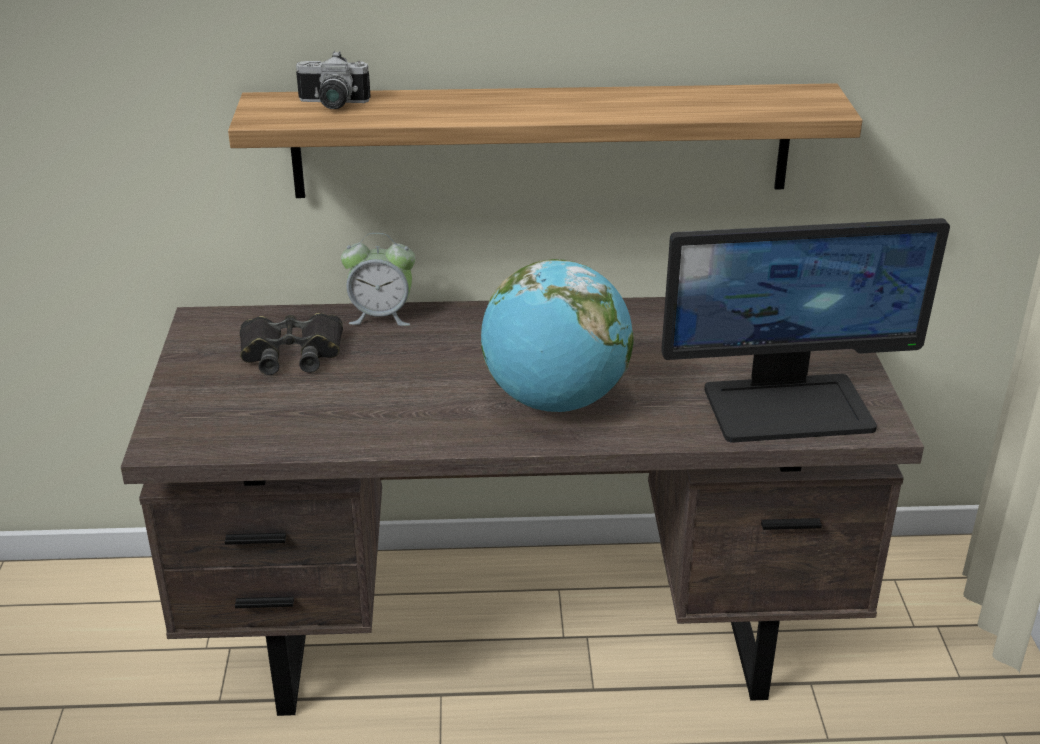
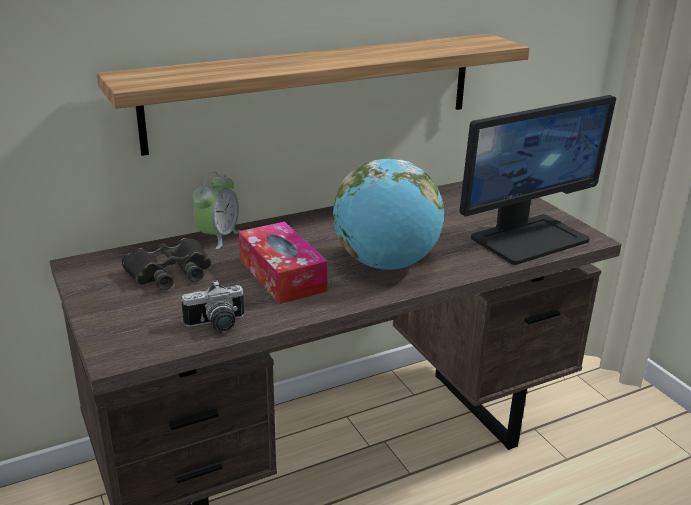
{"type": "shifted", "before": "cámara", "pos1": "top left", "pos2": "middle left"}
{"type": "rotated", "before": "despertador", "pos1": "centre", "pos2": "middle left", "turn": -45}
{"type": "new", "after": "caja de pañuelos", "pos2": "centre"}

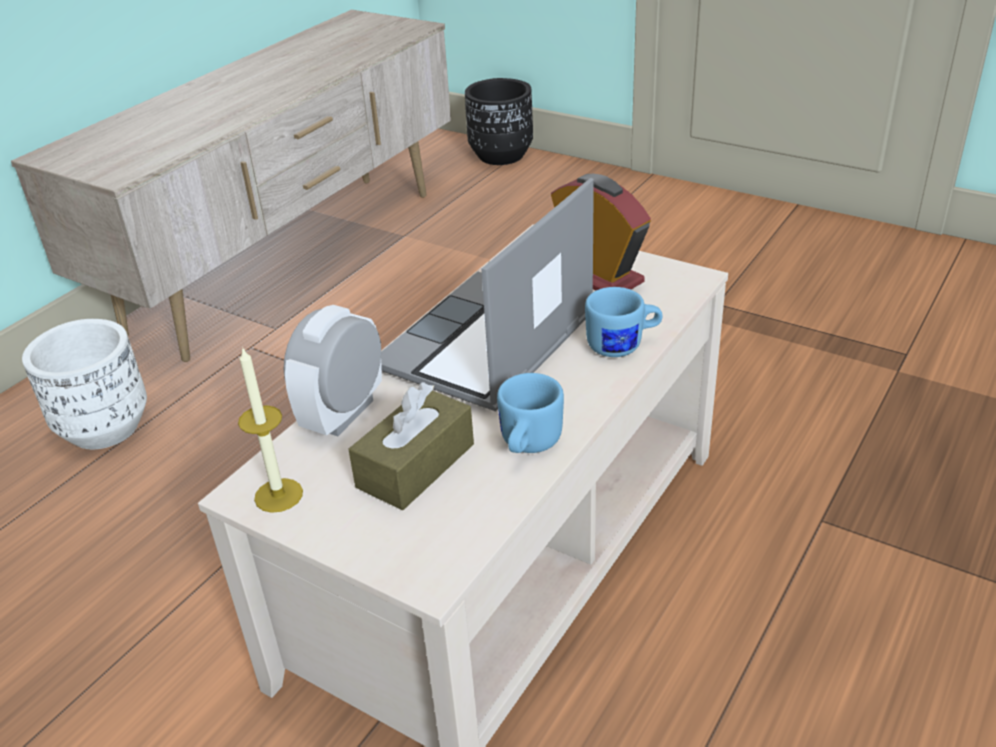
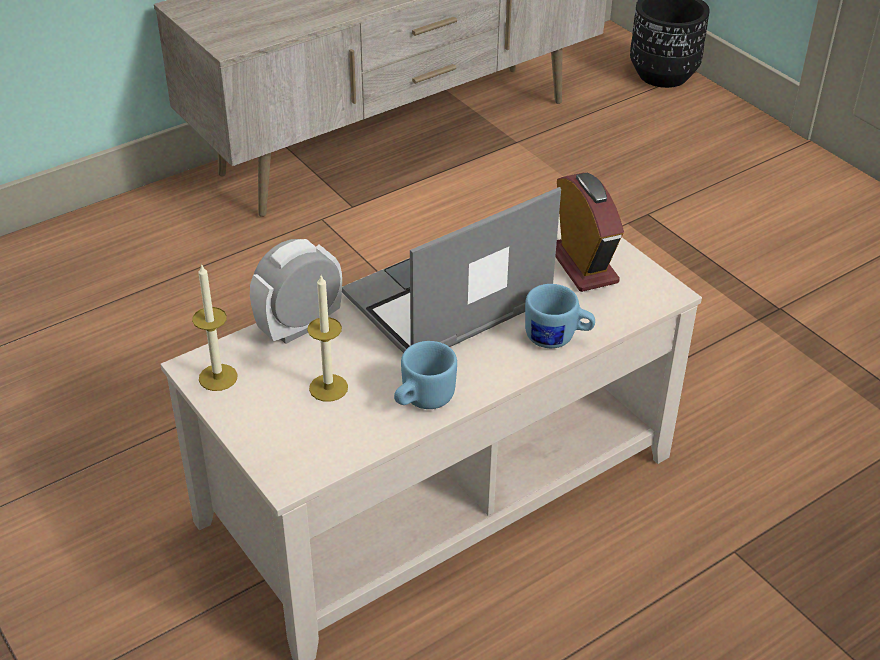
{"type": "gone", "before": "maceta/blanco", "pos1": "middle left"}
{"type": "swapped", "before": "caja de pañuelos/marrón", "after": "vela (no. 2 from left)", "pos1": "centre", "pos2": "centre"}

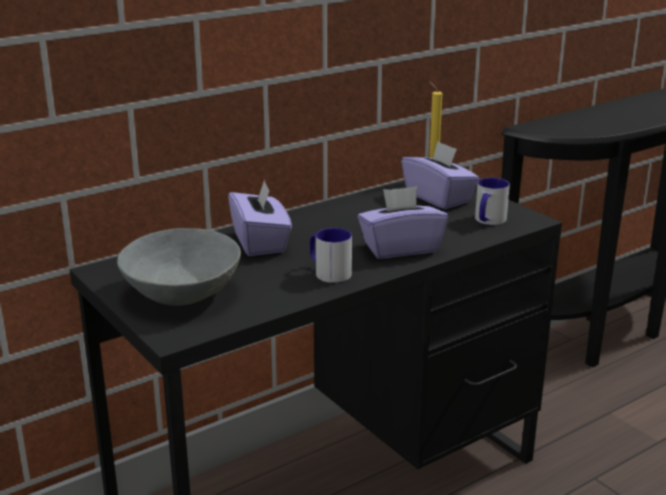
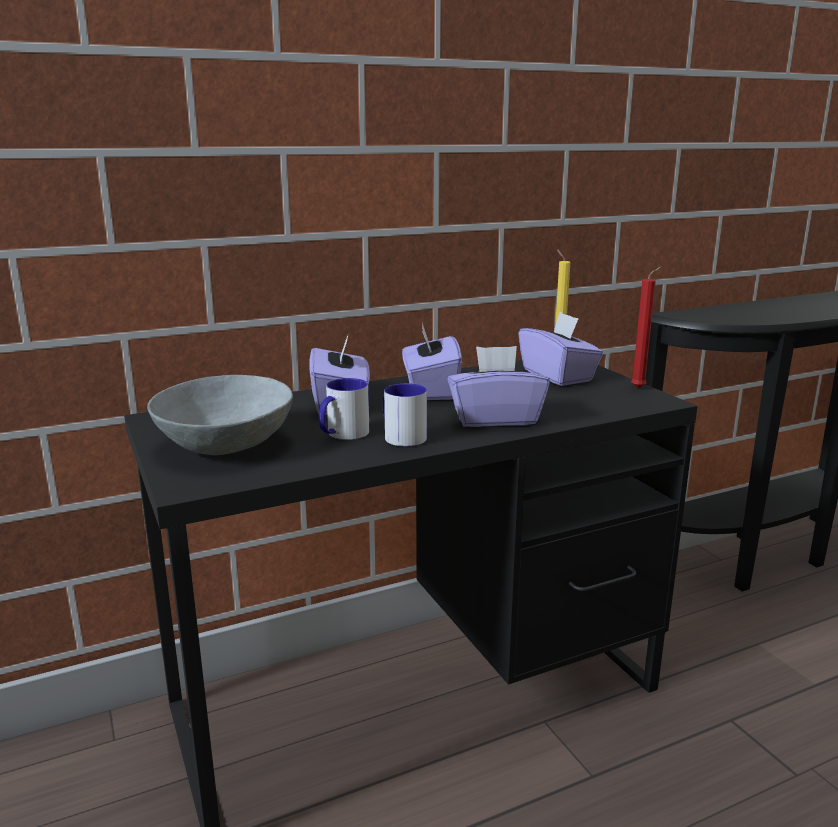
{"type": "shifted", "before": "taza grande (no. 2 from left in the first image)", "after": "taza grande (no. 1 from left)", "pos1": "middle right", "pos2": "centre"}
{"type": "new", "after": "caja de pañuelos/morado (no. 2 from left)", "pos2": "centre"}
{"type": "new", "after": "vela/rojo", "pos2": "middle right"}

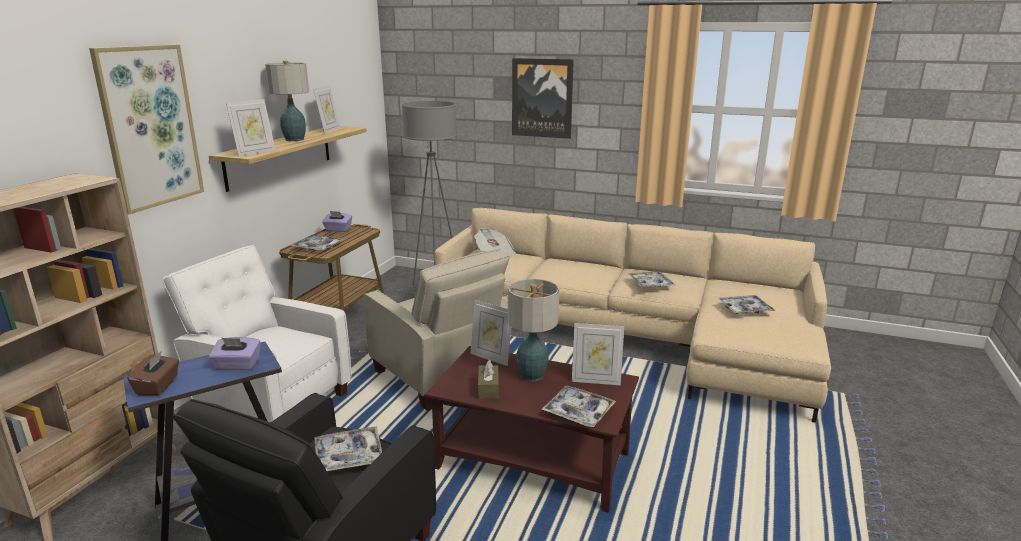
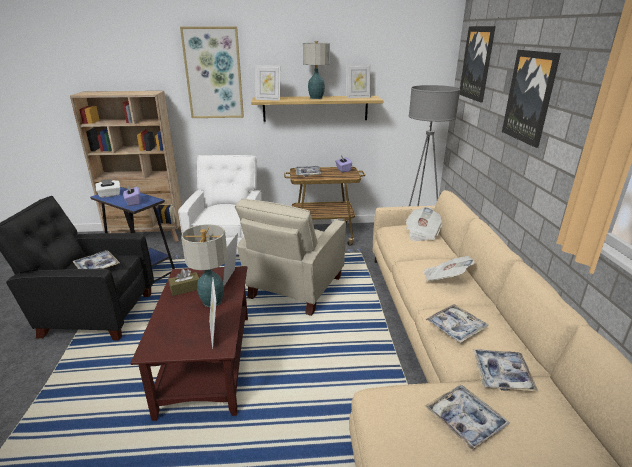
{"type": "repainted", "before": "caja de pañuelos/marrón (no. 1 from left)", "after": "caja de pañuelos/blanco", "pos1": "bottom left", "pos2": "middle left"}
{"type": "shifted", "before": "bandeja (no. 3 from left in the first image)", "after": "bandeja (no. 5 from left)", "pos1": "bottom centre", "pos2": "bottom right"}
{"type": "new", "after": "periódico (no. 2 from left)", "pos2": "middle right"}
{"type": "new", "after": "cuadro (no. 2 from left)", "pos2": "top right"}

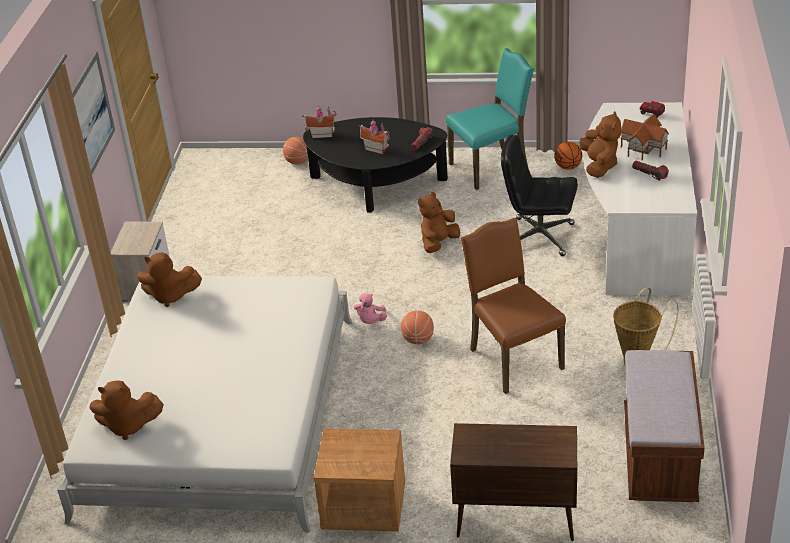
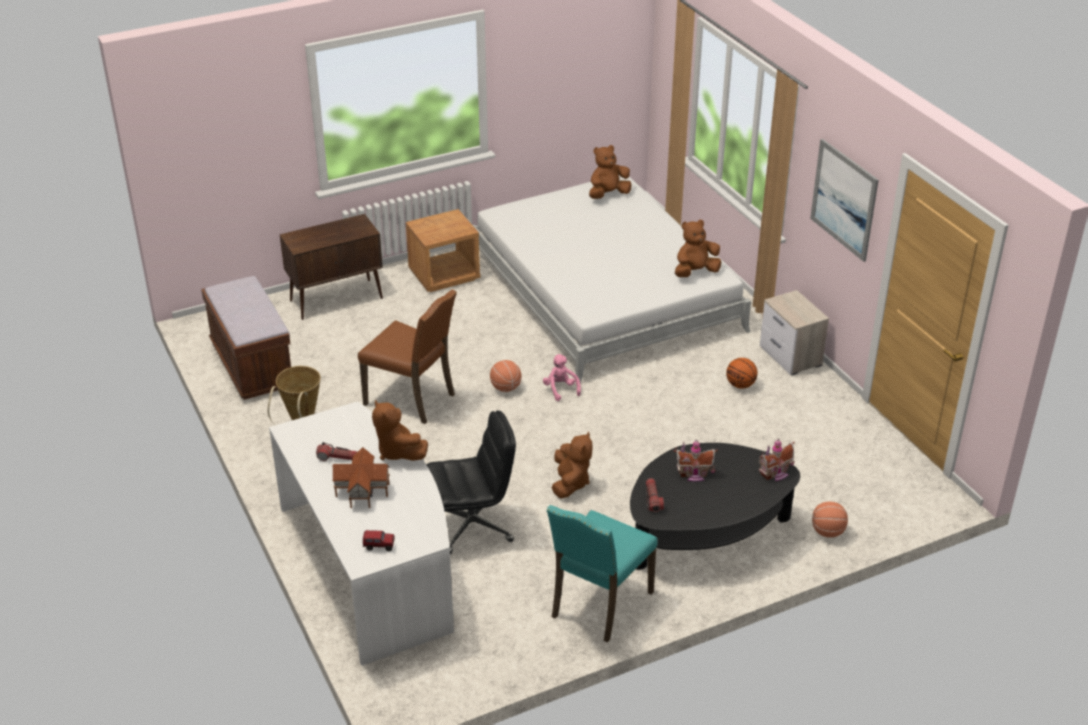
{"type": "shifted", "before": "balón de baloncesto (no. 3 from left in the first image)", "after": "balón de baloncesto (no. 2 from left)", "pos1": "top right", "pos2": "middle right"}

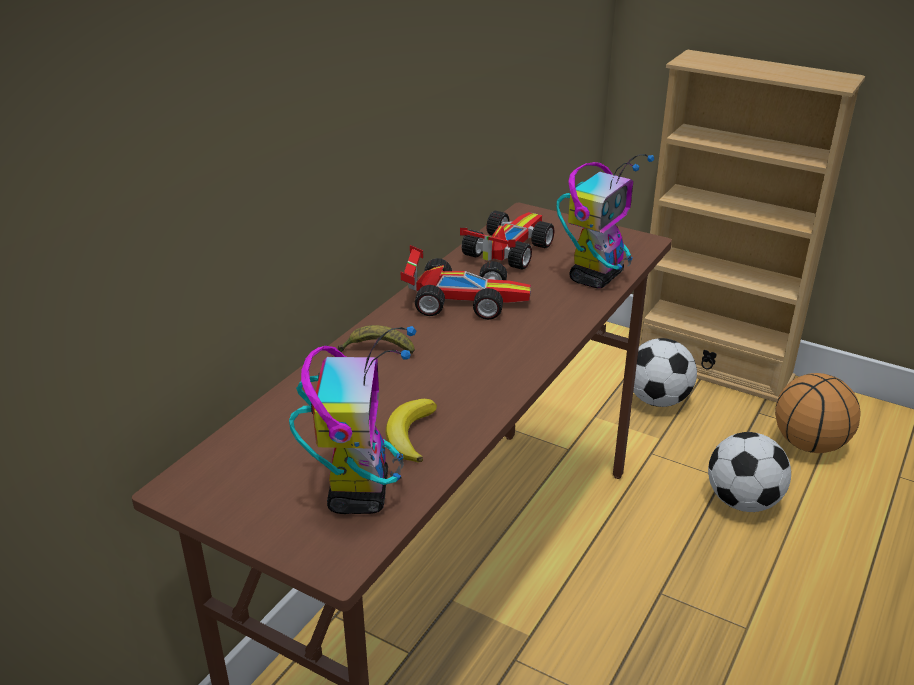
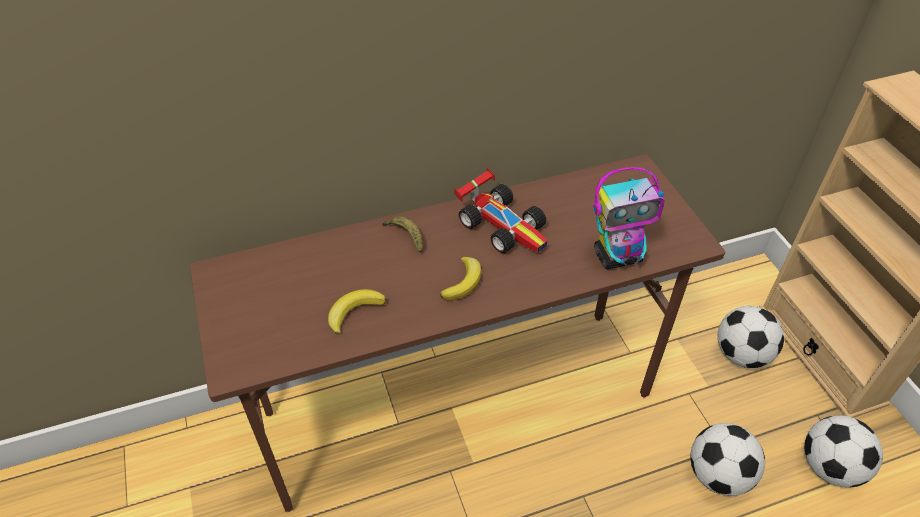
{"type": "gone", "before": "robot de juguete (no. 1 from left)", "pos1": "centre"}
{"type": "gone", "before": "coche de juguete (no. 2 from left)", "pos1": "centre"}
{"type": "swapped", "before": "balón de baloncesto", "after": "balón de fútbol (no. 3 from left)", "pos1": "middle right", "pos2": "bottom right"}
{"type": "new", "after": "plátano (no. 3 from left)", "pos2": "centre"}

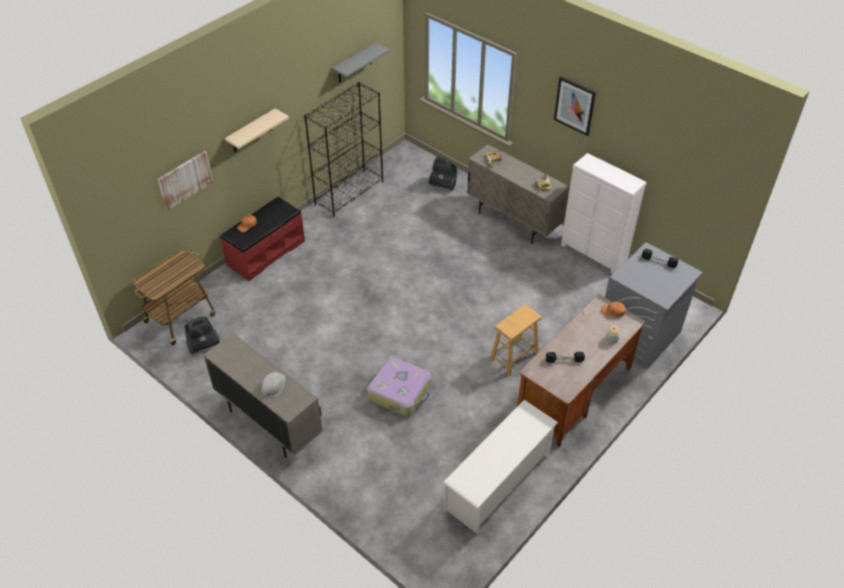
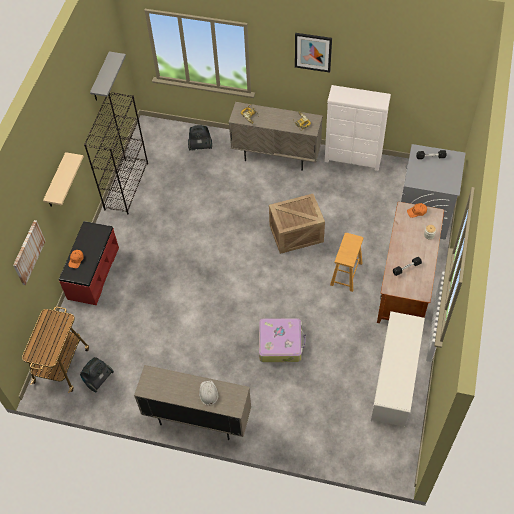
{"type": "new", "after": "caja de embalaje", "pos2": "centre"}

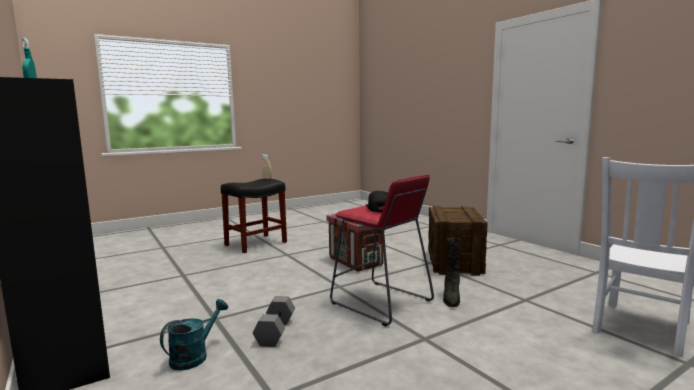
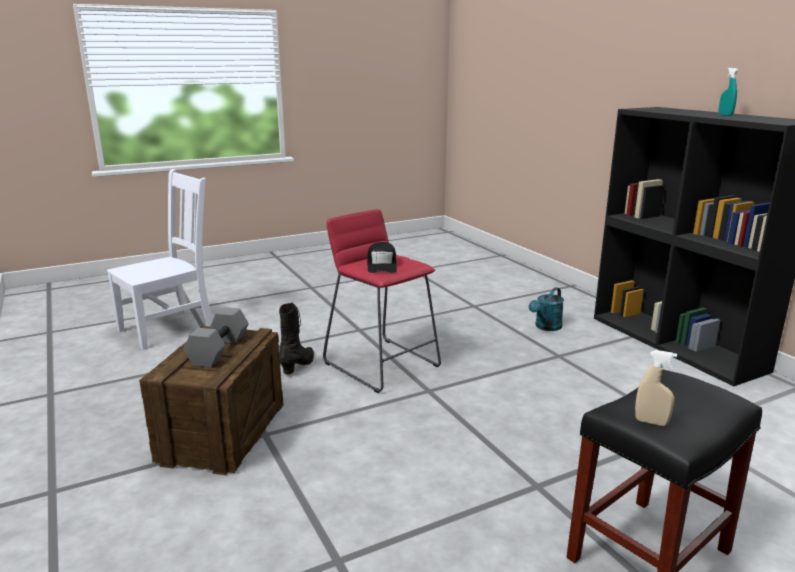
{"type": "shifted", "before": "mancuerna/gris", "pos1": "bottom centre", "pos2": "middle left"}
{"type": "gone", "before": "caja de embalaje (no. 1 from left)", "pos1": "centre"}

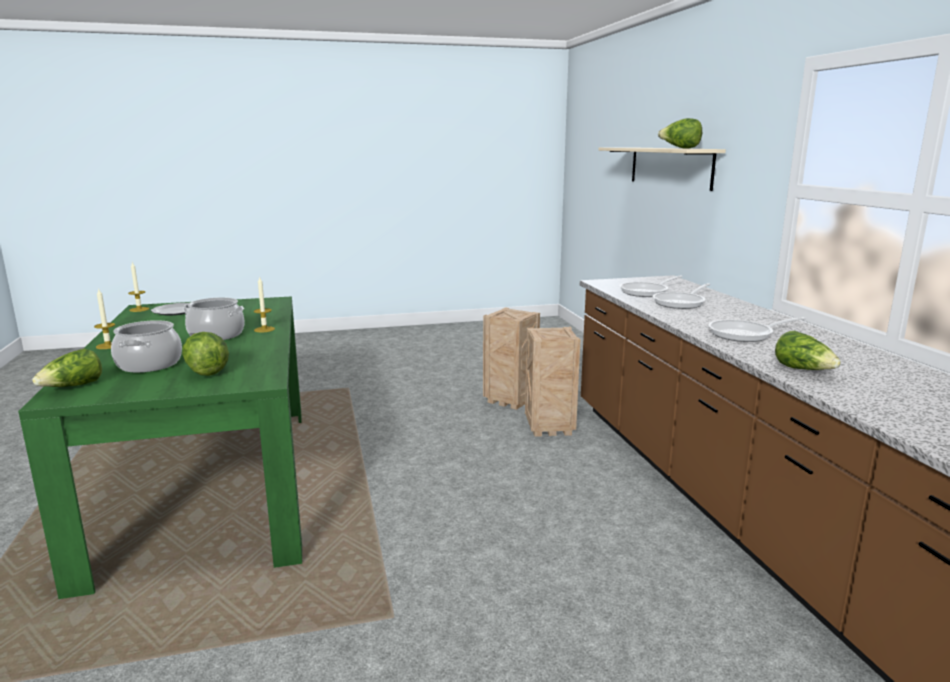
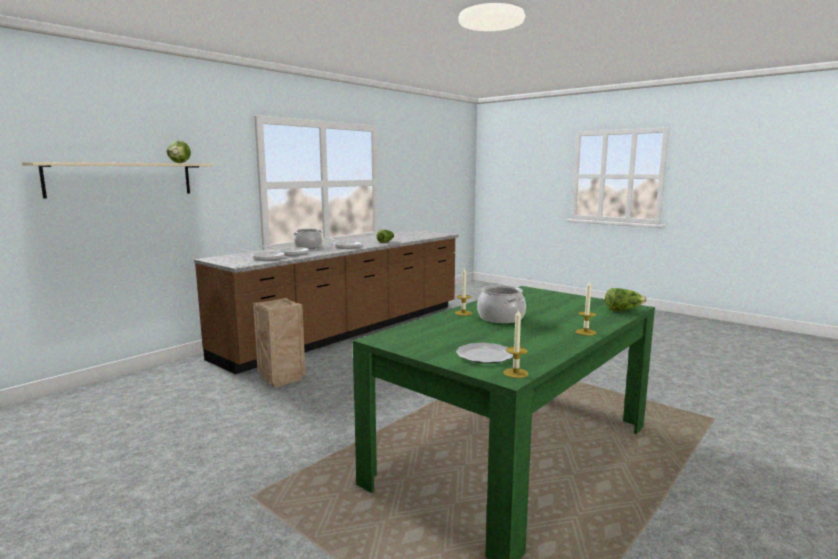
{"type": "shifted", "before": "olla (no. 1 from left)", "pos1": "middle left", "pos2": "centre"}
{"type": "gone", "before": "lechuga (no. 2 from left)", "pos1": "middle left"}
{"type": "gone", "before": "caja de embalaje (no. 1 from left)", "pos1": "centre"}

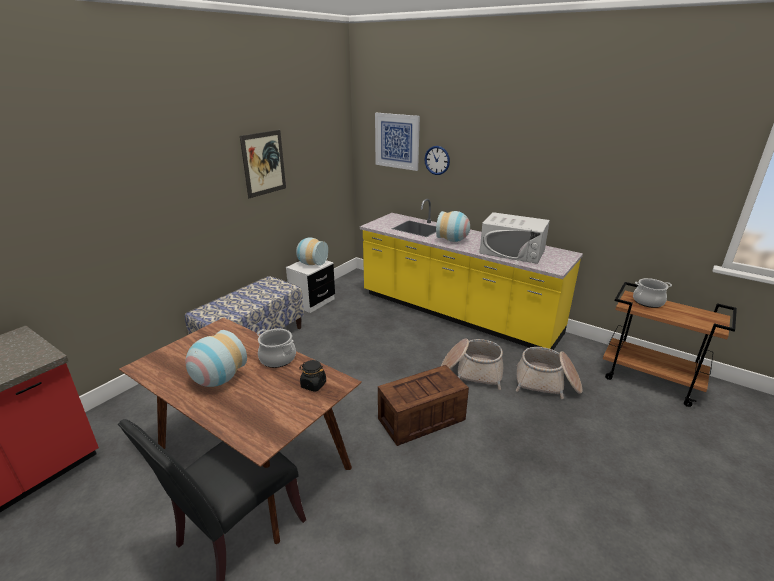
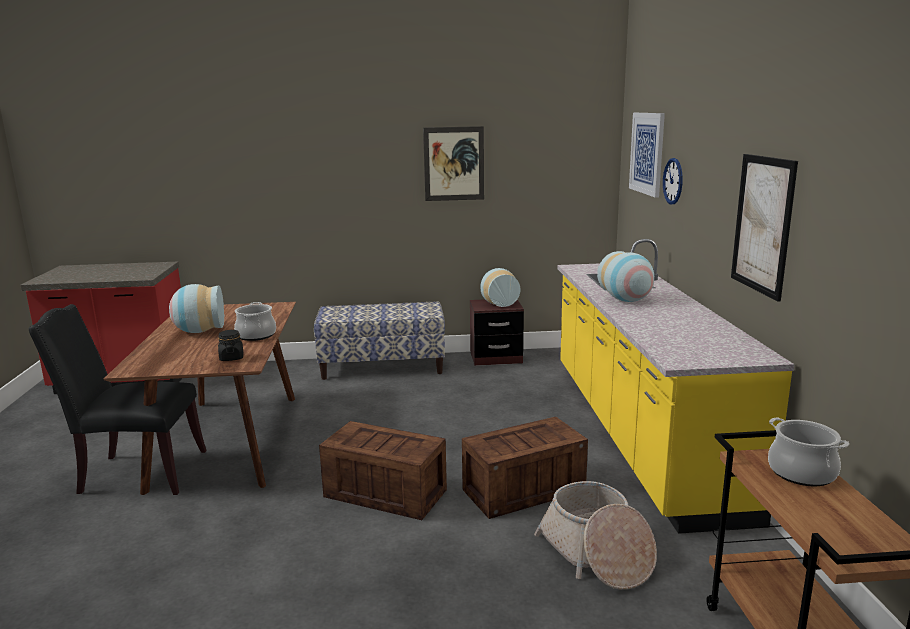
{"type": "repainted", "before": "mesita de noche/blanco", "after": "mesita de noche/marrón", "pos1": "centre", "pos2": "centre"}
{"type": "swapped", "before": "cesta (no. 1 from left)", "after": "caja de embalaje (no. 2 from left)", "pos1": "centre", "pos2": "bottom centre"}
{"type": "gone", "before": "microondas/blanco", "pos1": "centre"}
{"type": "new", "after": "cuadro (no. 3 from left)", "pos2": "middle right"}

